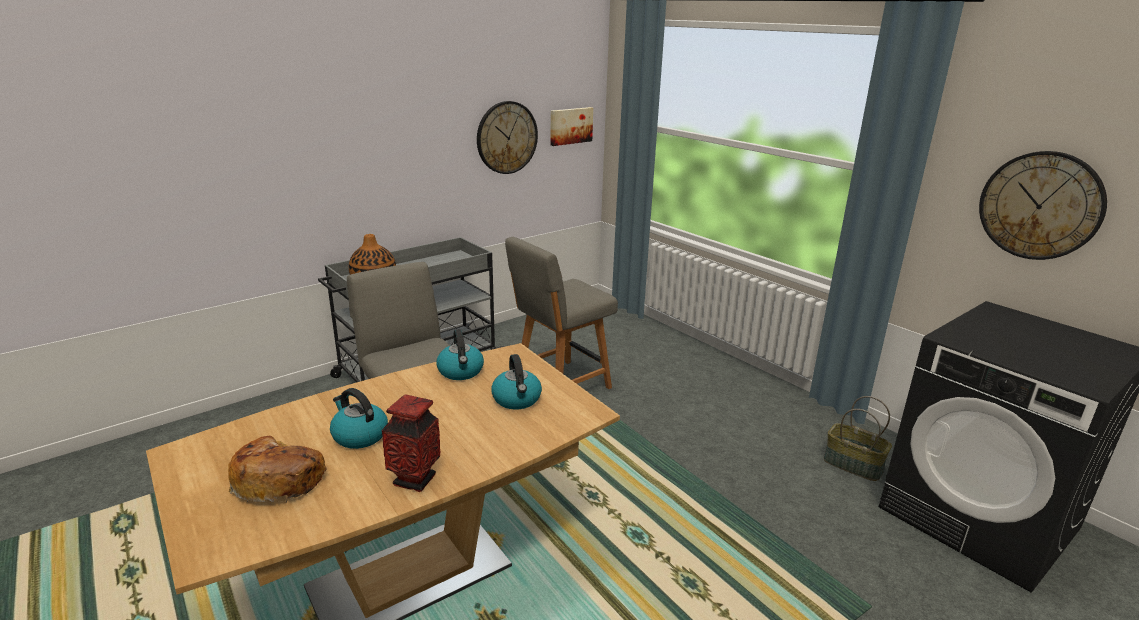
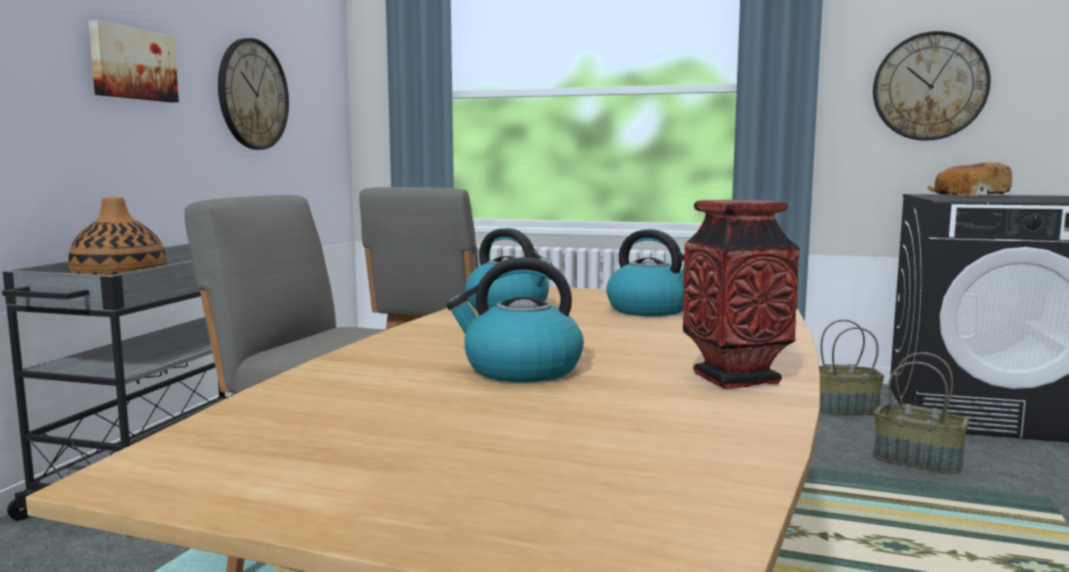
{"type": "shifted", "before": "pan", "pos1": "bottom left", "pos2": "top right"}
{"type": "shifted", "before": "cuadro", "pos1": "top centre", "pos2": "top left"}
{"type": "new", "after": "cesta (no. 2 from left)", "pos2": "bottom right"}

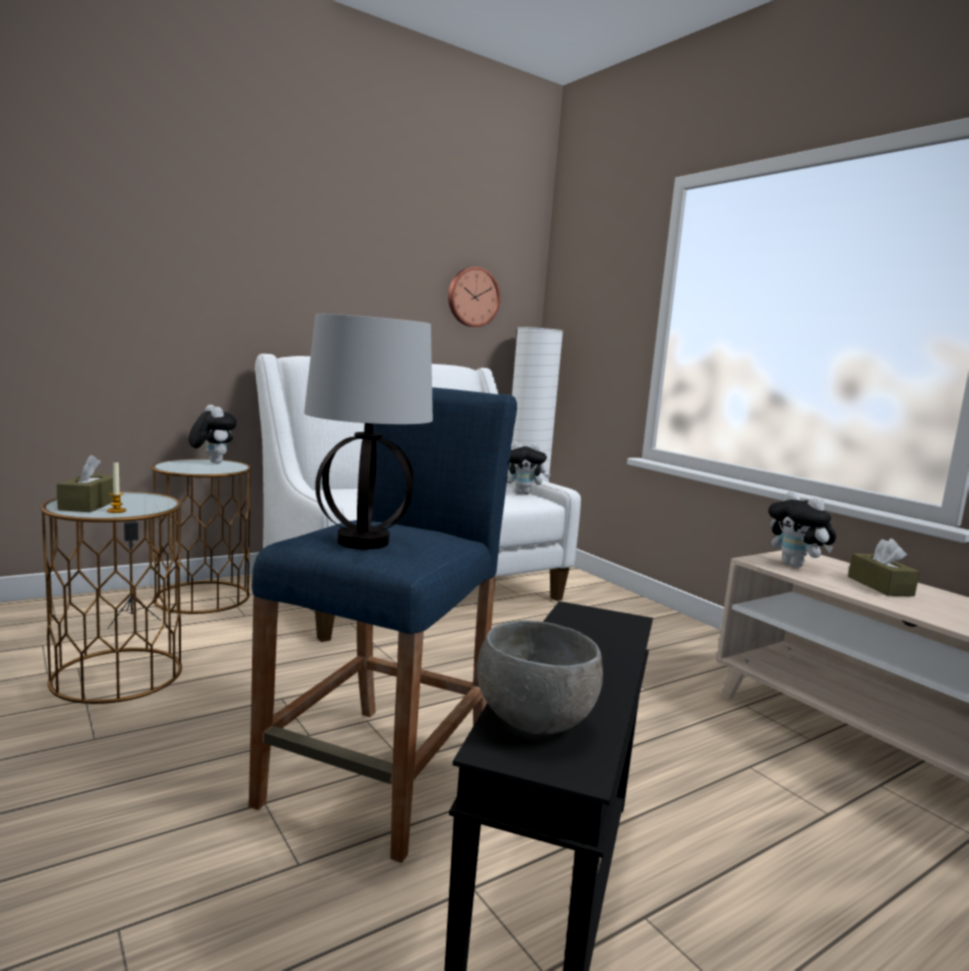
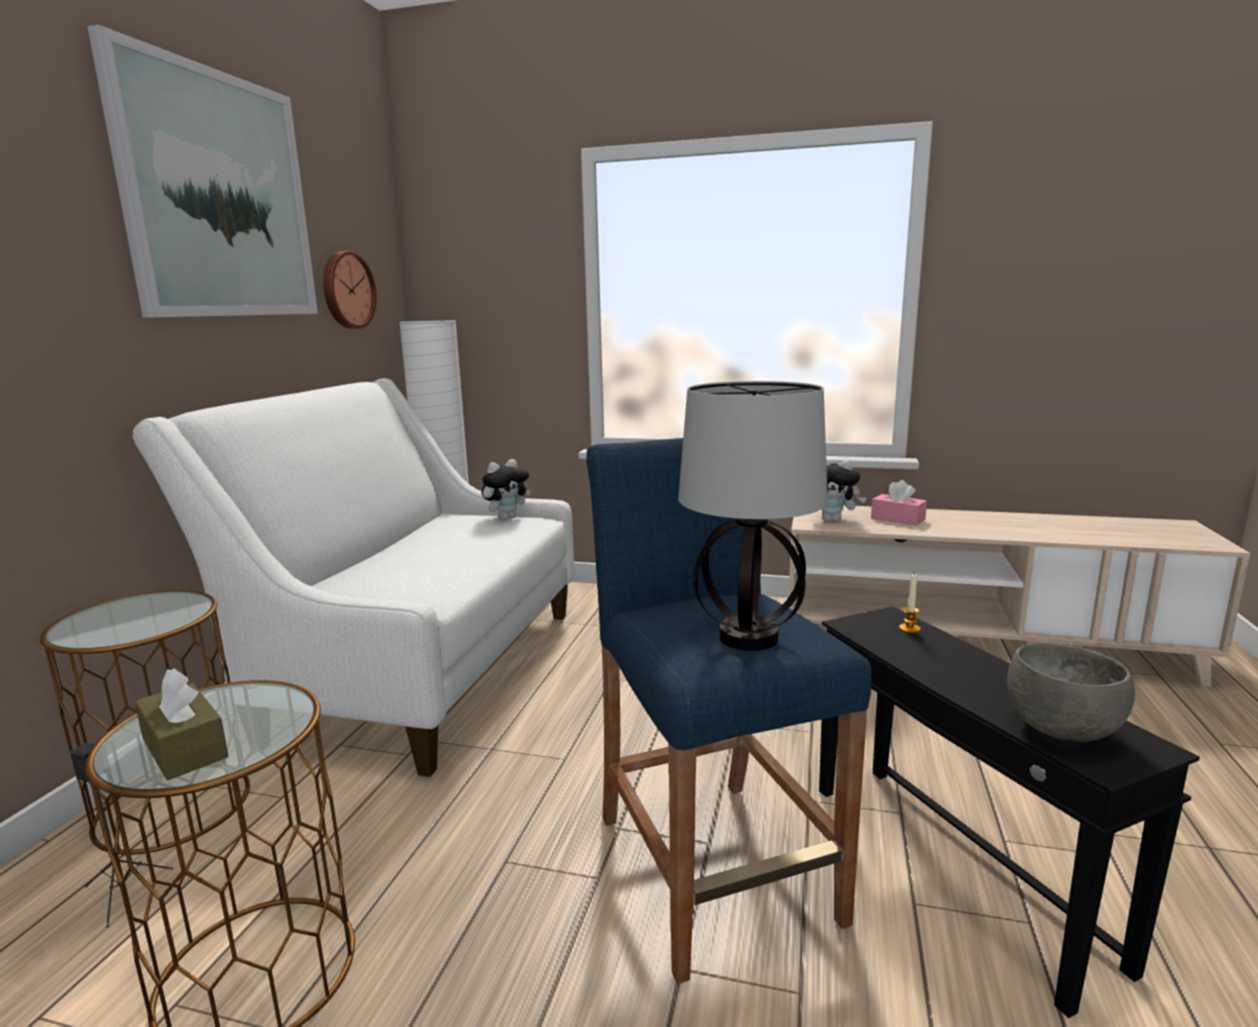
{"type": "shifted", "before": "vela", "pos1": "middle left", "pos2": "middle right"}
{"type": "gone", "before": "peluche (no. 1 from left)", "pos1": "middle left"}
{"type": "repainted", "before": "caja de pañuelos/marrón (no. 2 from left)", "after": "caja de pañuelos/rosa", "pos1": "middle right", "pos2": "middle right"}
{"type": "new", "after": "cuadro", "pos2": "top left"}

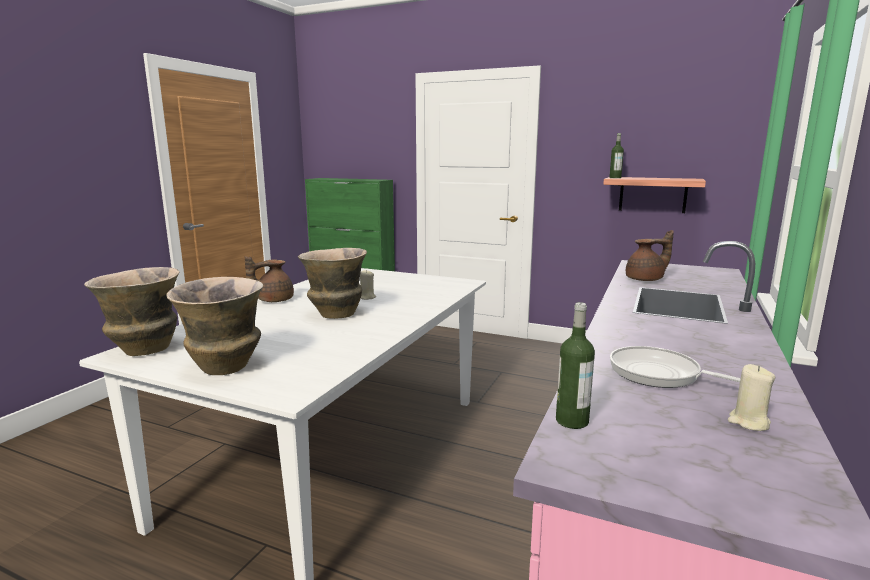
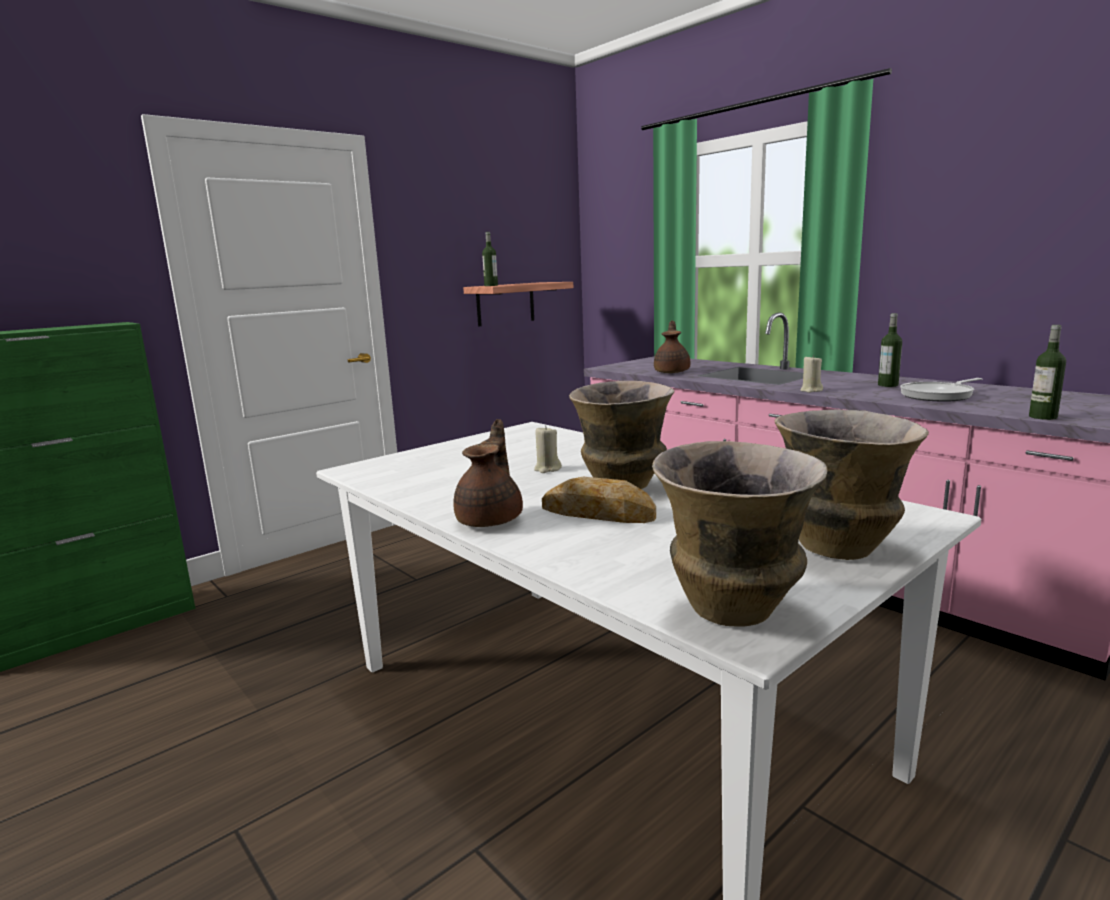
{"type": "rotated", "before": "tetera/marrón (no. 1 from left)", "pos1": "middle left", "pos2": "centre", "turn": -150}
{"type": "shifted", "before": "vela/beis (no. 2 from left)", "pos1": "bottom right", "pos2": "middle right"}
{"type": "new", "after": "pan", "pos2": "centre"}
{"type": "new", "after": "botella (no. 2 from left)", "pos2": "middle right"}

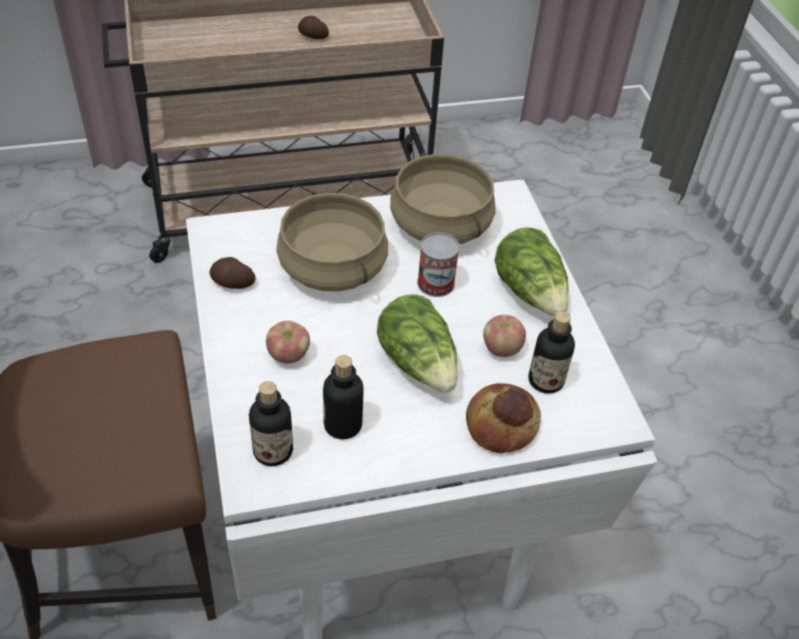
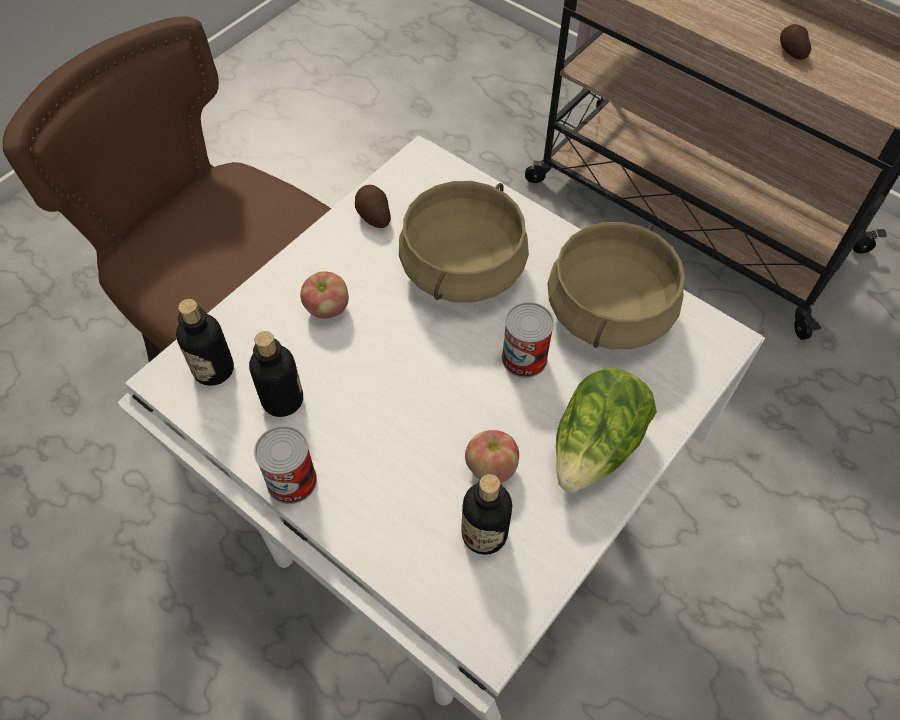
{"type": "gone", "before": "lechuga (no. 1 from left)", "pos1": "centre"}
{"type": "gone", "before": "pan", "pos1": "centre"}
{"type": "new", "after": "lata (no. 1 from left)", "pos2": "middle left"}

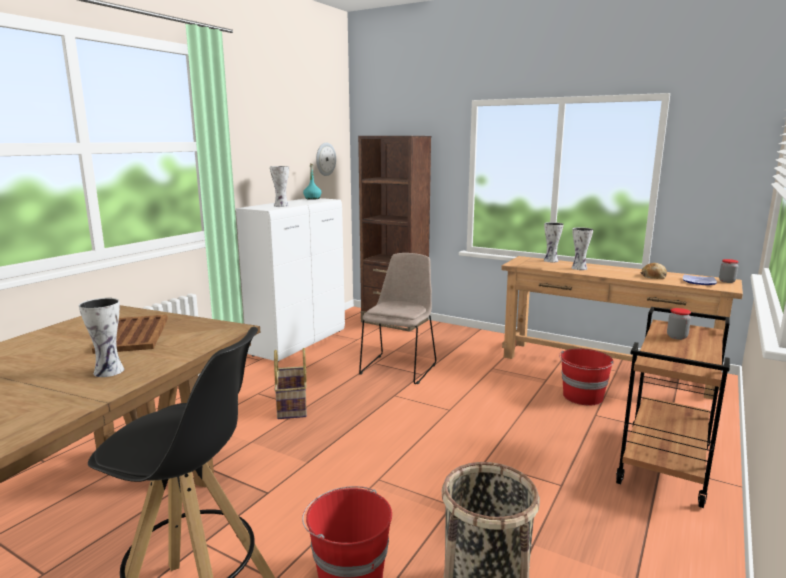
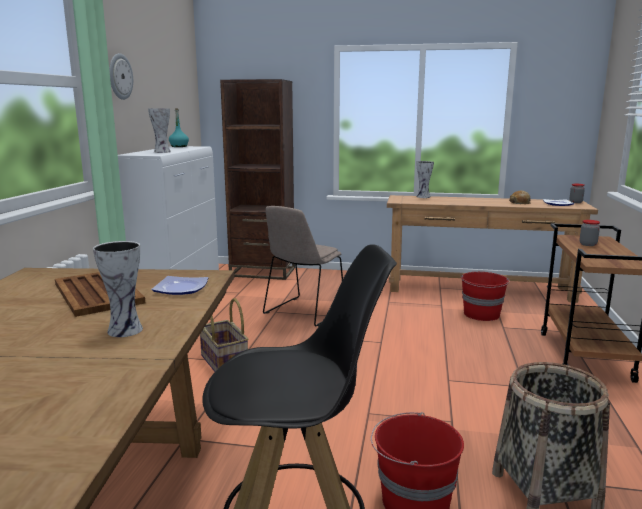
{"type": "shifted", "before": "reloj de pared", "pos1": "top centre", "pos2": "top left"}
{"type": "rotated", "before": "silla/beis", "pos1": "centre", "pos2": "centre", "turn": -150}
{"type": "gone", "before": "florero (no. 4 from left)", "pos1": "middle right"}
{"type": "new", "after": "plato (no. 1 from left)", "pos2": "middle left"}

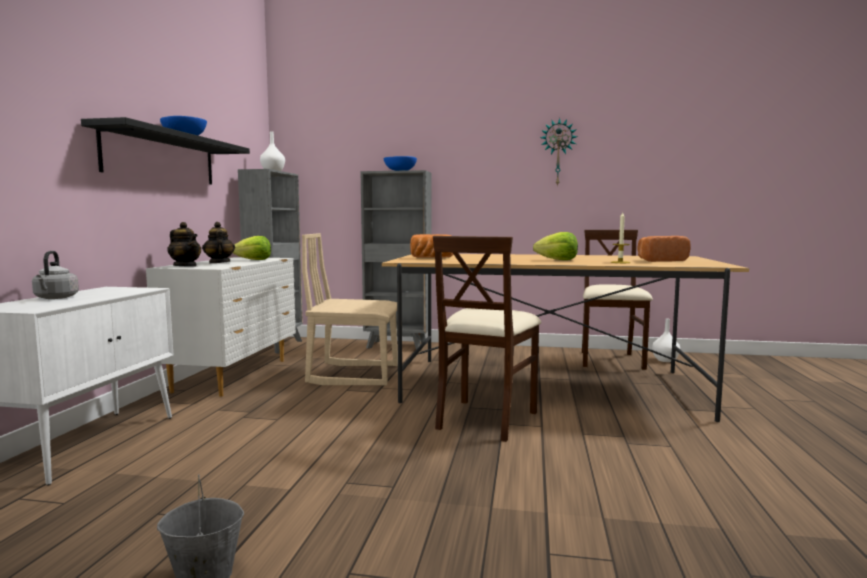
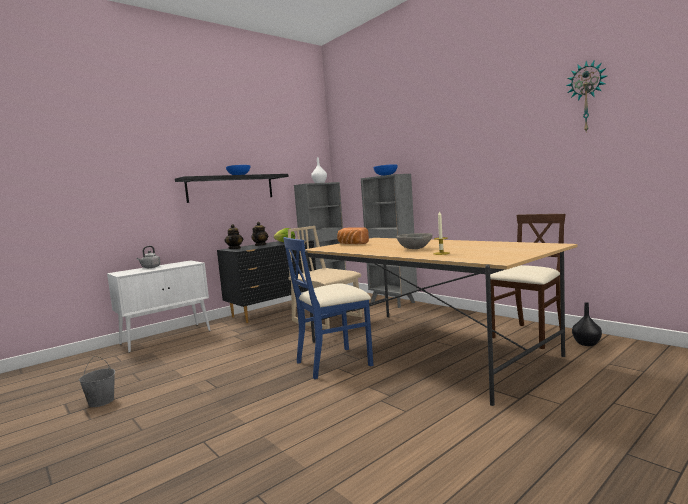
{"type": "repainted", "before": "cómoda/blanco", "after": "cómoda/negro", "pos1": "middle left", "pos2": "centre"}
{"type": "repainted", "before": "silla/beis (no. 2 from left)", "after": "silla/azul", "pos1": "centre", "pos2": "centre"}
{"type": "swapped", "before": "lechuga (no. 2 from left)", "after": "cuenco/gris", "pos1": "centre", "pos2": "centre"}
{"type": "shifted", "before": "reloj de pared", "pos1": "top centre", "pos2": "top right"}
{"type": "gone", "before": "pan (no. 2 from left)", "pos1": "middle right"}
{"type": "repainted", "before": "florero/blanco (no. 2 from left)", "after": "florero/negro", "pos1": "middle right", "pos2": "middle right"}

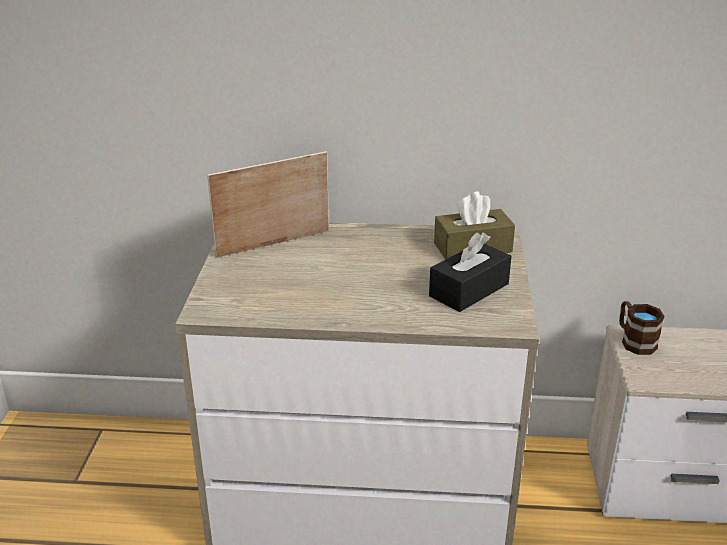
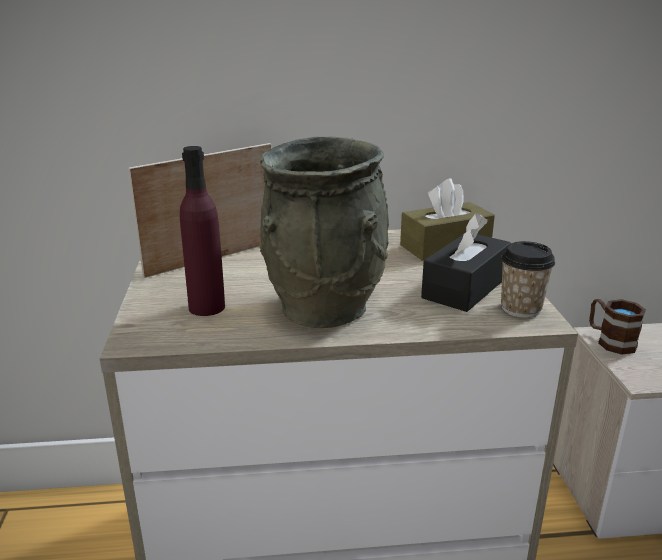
{"type": "new", "after": "botella/morado", "pos2": "middle left"}
{"type": "new", "after": "florero/gris", "pos2": "centre"}
{"type": "new", "after": "taza", "pos2": "middle right"}

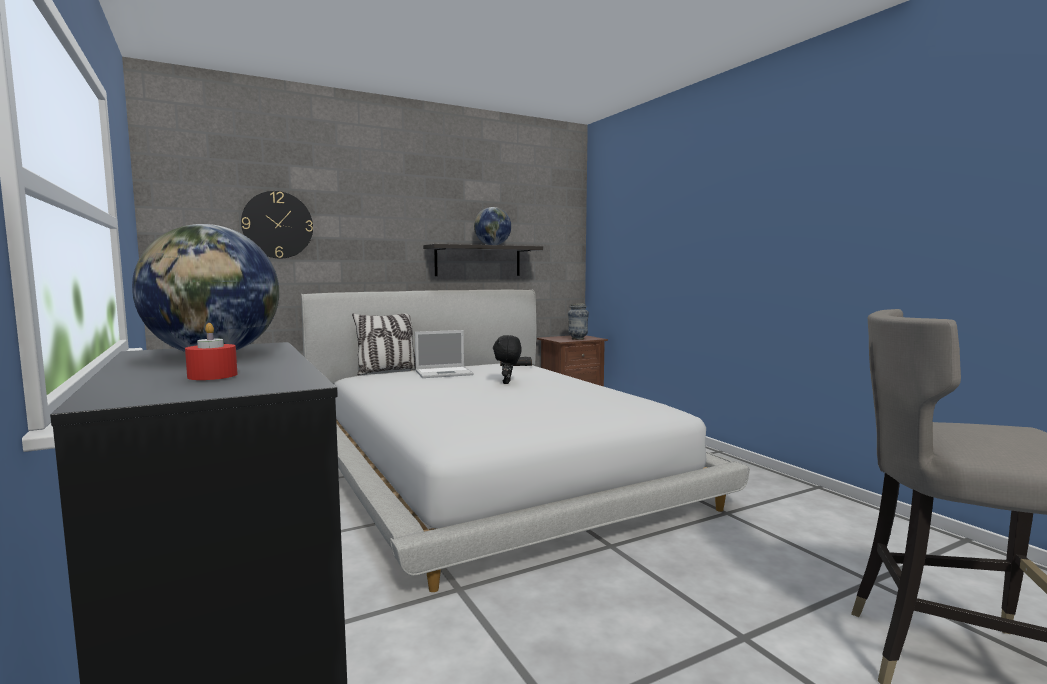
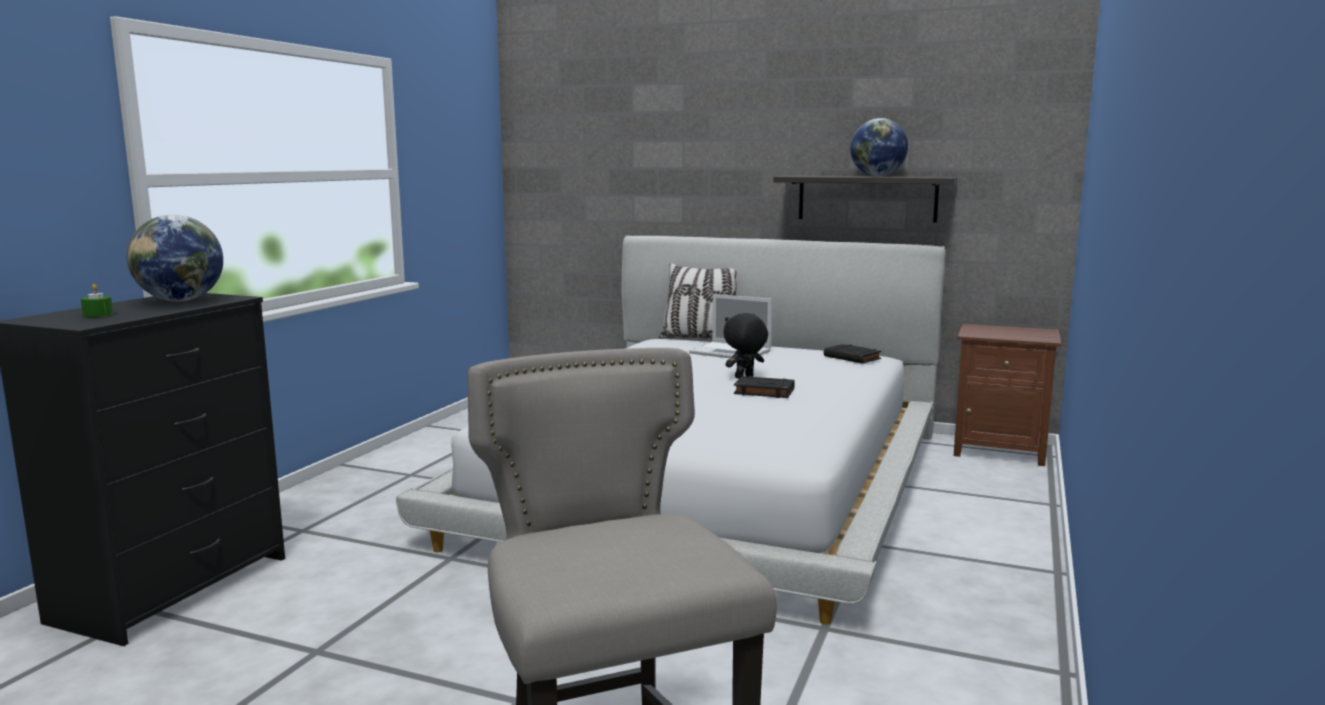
{"type": "repainted", "before": "vela/rojo", "after": "vela/verde", "pos1": "middle left", "pos2": "middle left"}
{"type": "gone", "before": "reloj de pared", "pos1": "top left"}
{"type": "gone", "before": "florero", "pos1": "centre"}
{"type": "new", "after": "libro/negro (no. 1 from left)", "pos2": "centre"}

